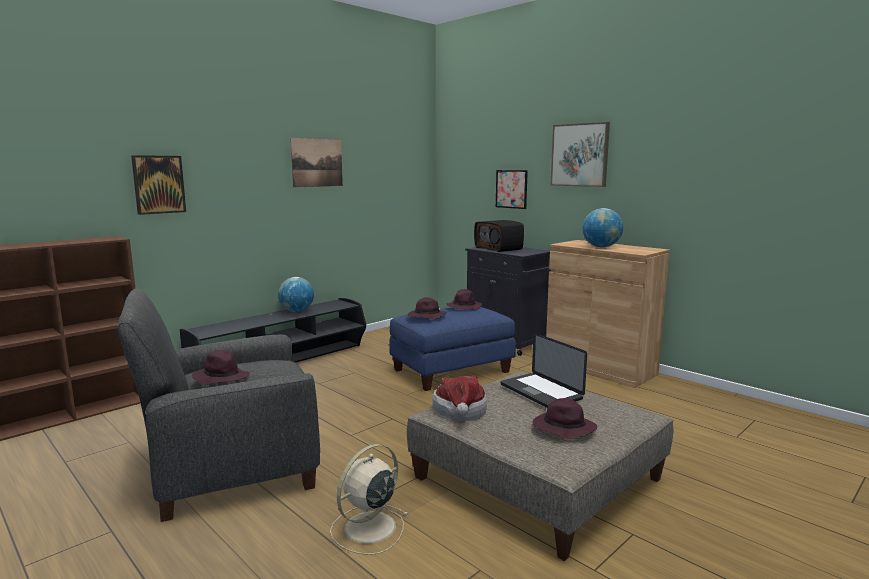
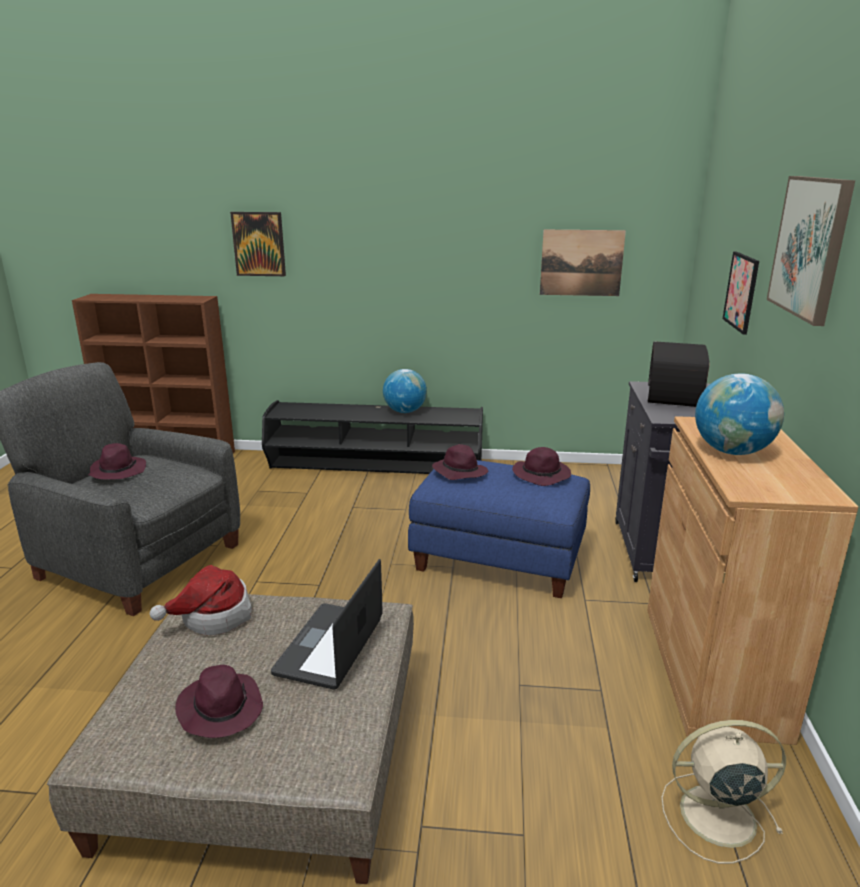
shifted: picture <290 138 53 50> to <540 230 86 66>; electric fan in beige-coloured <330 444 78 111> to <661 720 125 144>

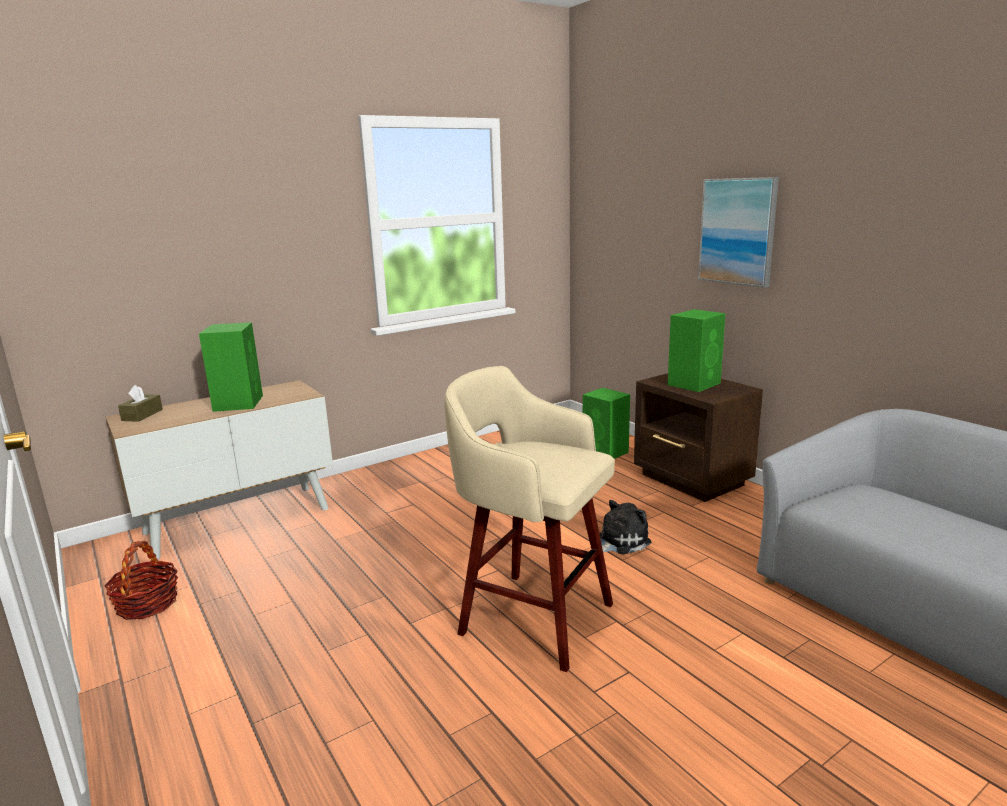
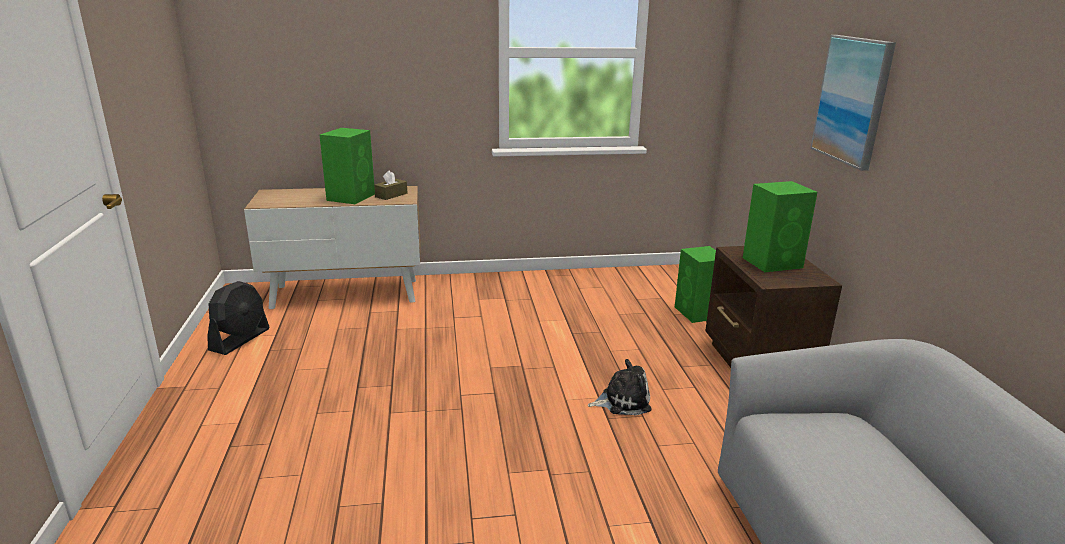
gone: stool seat in beige-coloured <444 366 171 306>
shifted: tissue box in brown-coloured <118 385 45 37> to <374 170 33 30>
swapped: household basket <105 541 73 79> to electric fan in black <207 281 63 74>

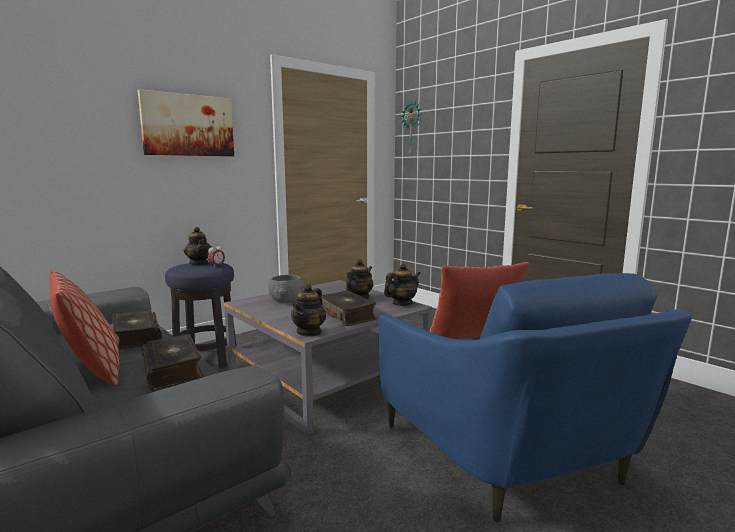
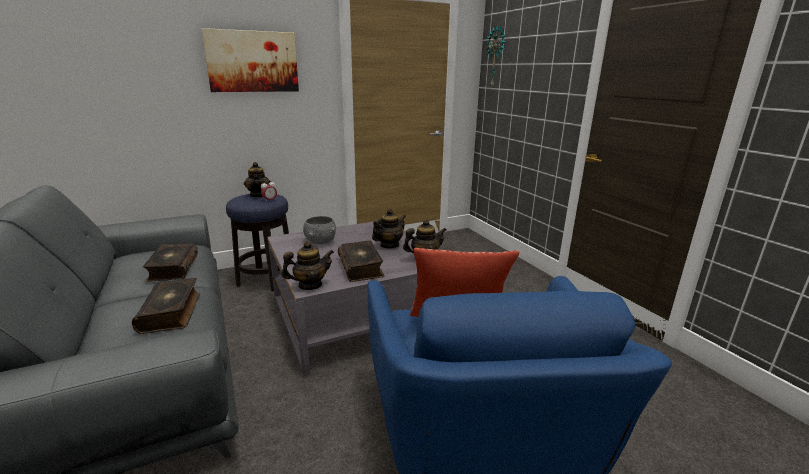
gone: pillow <49 270 70 116>
rotated: tea pot <291 284 35 53> = <281 241 53 49> 150 degrees counterclockwise

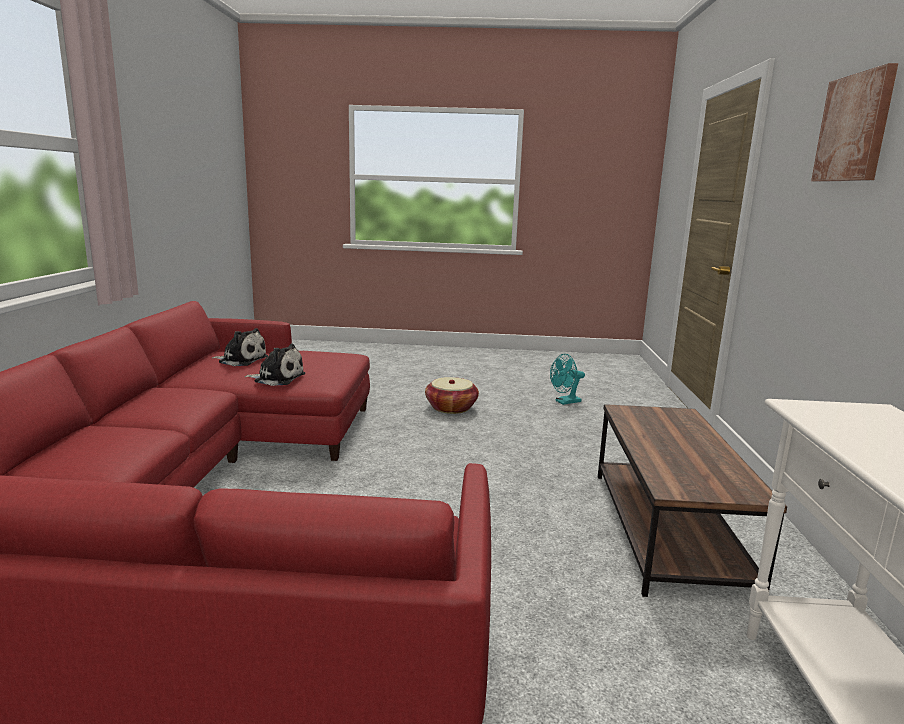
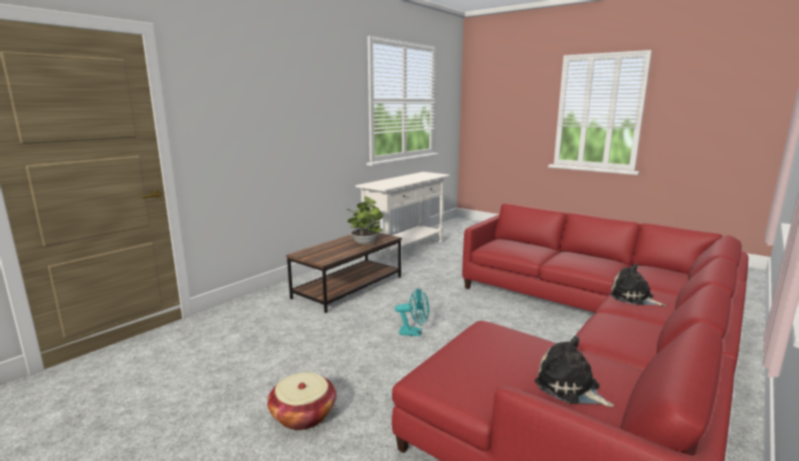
gone: picture <811 63 87 119>
new: plant in a pot <346 196 37 49>
shifted: cuddly toy <244 343 61 43> to <609 264 57 42>; electric fan in turquoise-coloured <550 354 35 51> to <395 288 34 48>

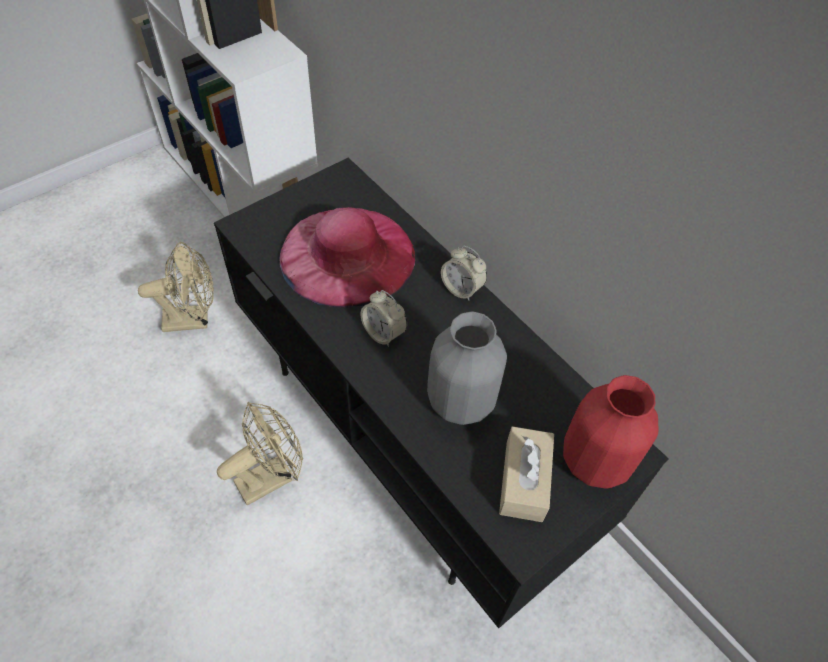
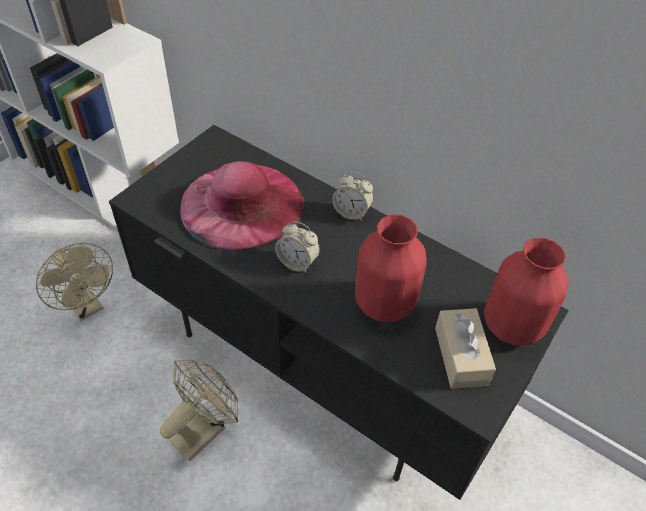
repainted: decorative vase in greyish <427 311 80 114> to decorative vase in red-coloured <355 215 72 107>
rotated: electric fan in beige-coloured <138 242 76 90> = <36 243 77 78> 75 degrees clockwise

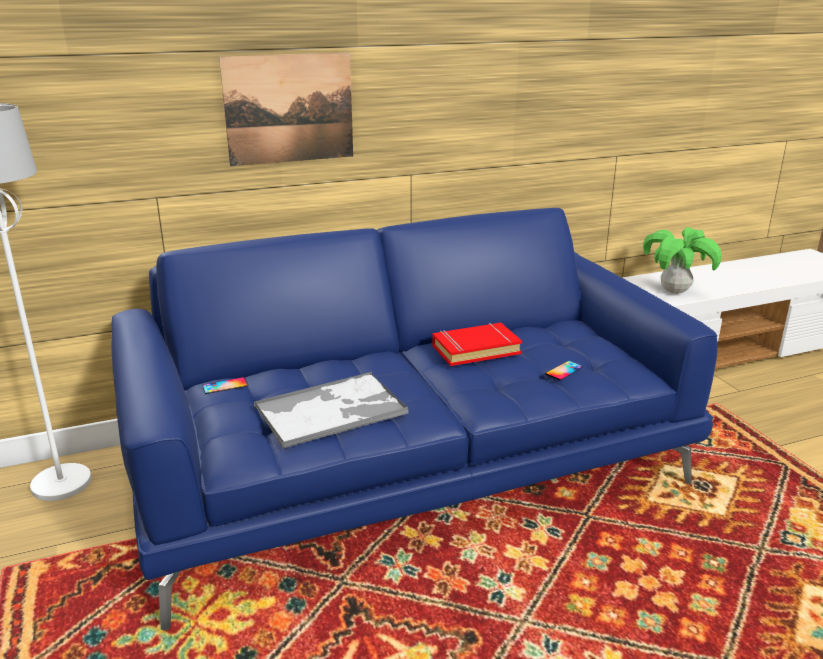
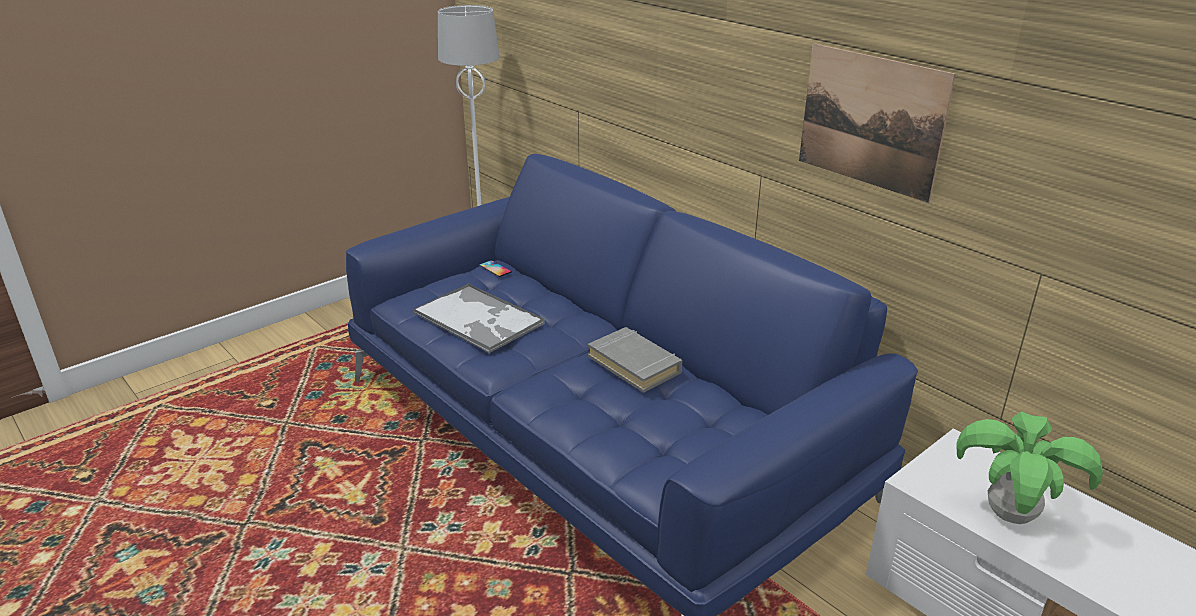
gone: handset <545 361 38 19>
shifted: picture <219 53 134 113> to <799 43 157 160>
repainted: bound book in red-coloured <432 323 90 43> to bound book in greyish <588 327 94 66>

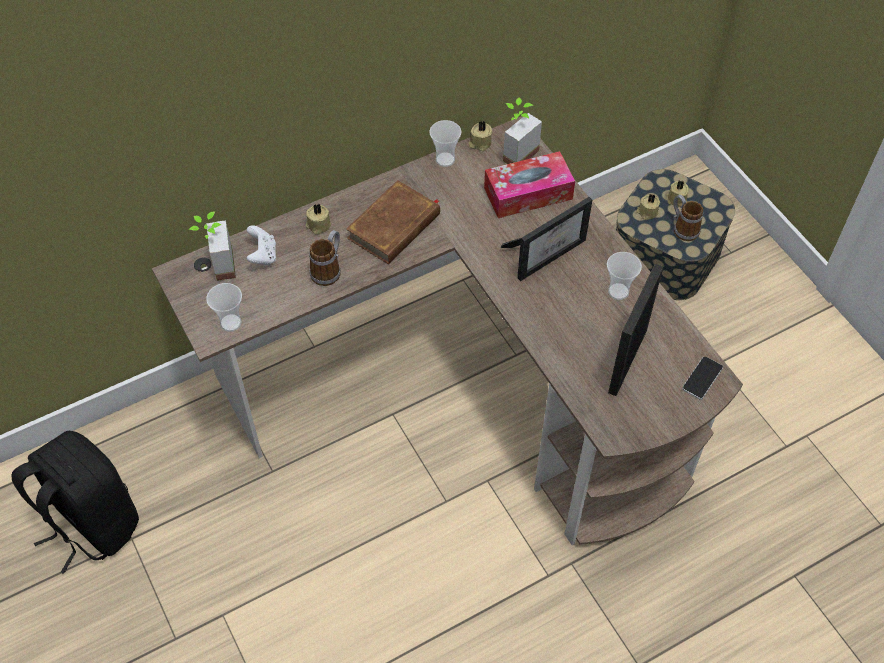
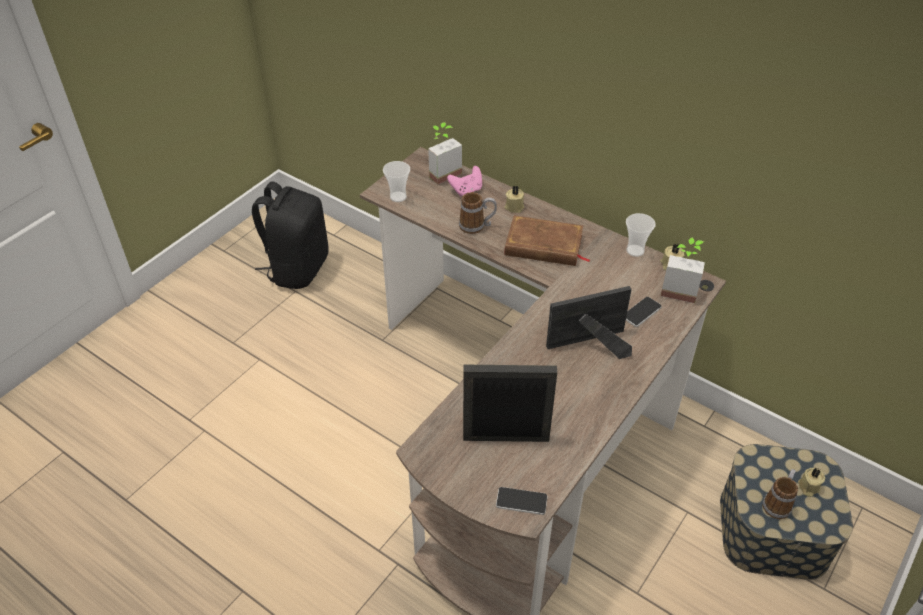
gone: small cup <607 252 35 48>; wax light in beige-coloured <637 194 23 26>
swapped: tissue box <484 151 91 67> to handset <626 297 36 30>
repainted: gamepad in white-coloured <246 225 30 40> to gamepad in pinkish <447 166 35 30>
rotated: picture frame <501 197 91 84> = <546 286 86 73> 135 degrees clockwise

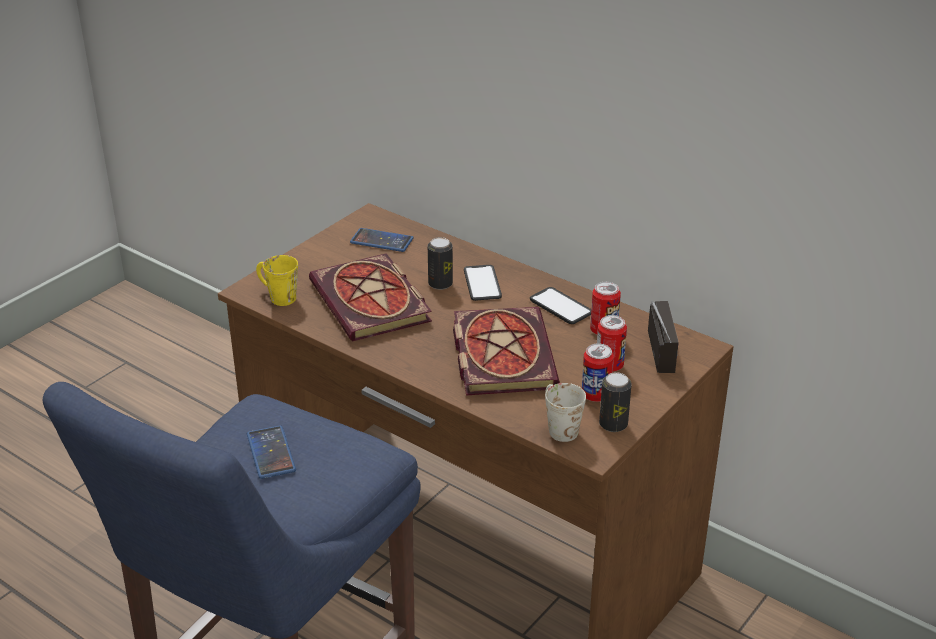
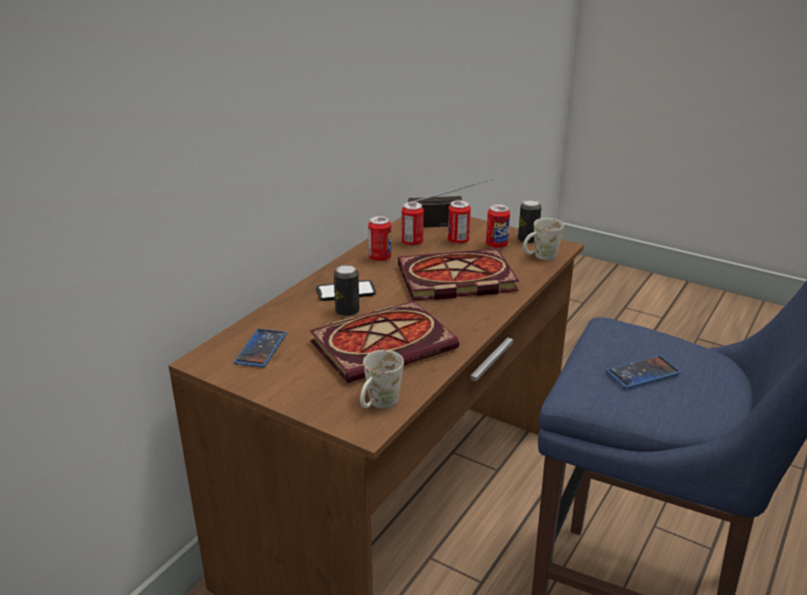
swapped: handset <530 287 61 37> to can <368 216 23 46>
repainted: coffee mug in yellow <256 255 42 51> to coffee mug in white-coloured <360 350 44 59>

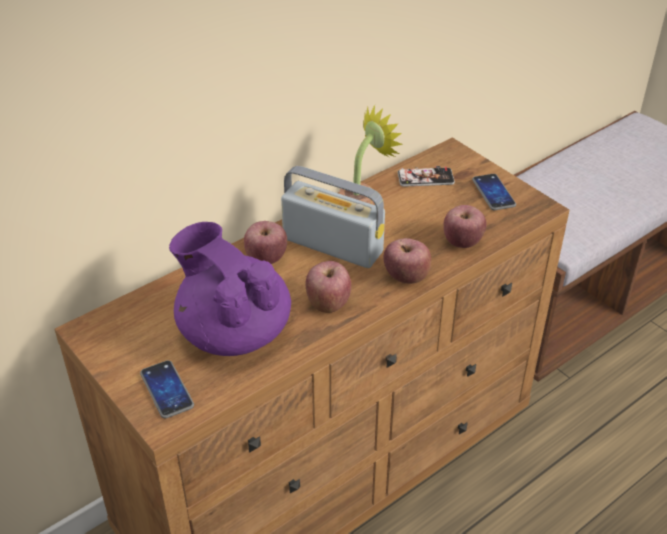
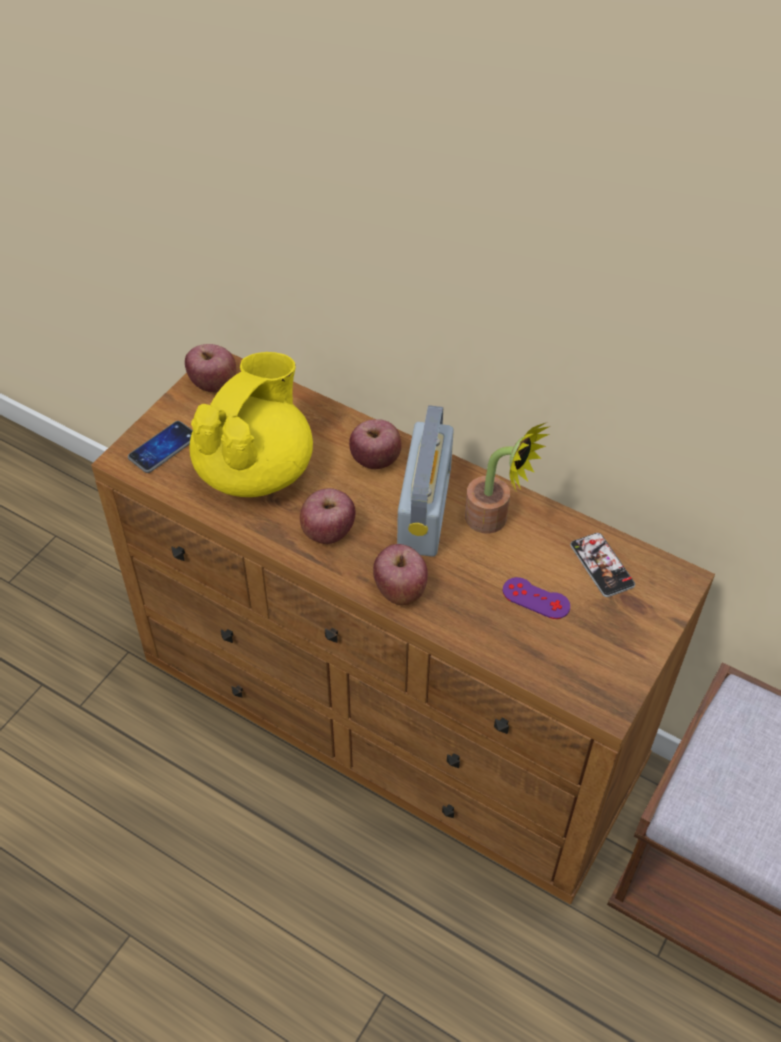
gone: handset <472 174 44 36>
new: gamepad in purple-coloured <503 577 67 42>
shifted: whole apple <443 205 44 43> to <185 344 51 48>
repainted: tea pot in purple-coloured <169 222 122 134> to tea pot in yellow <189 352 124 145>

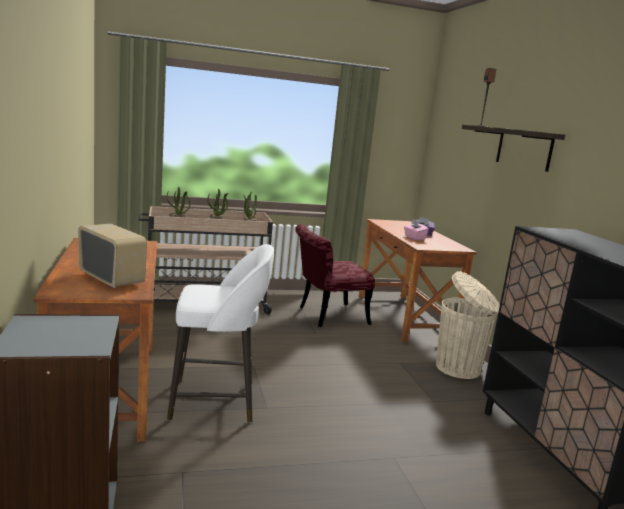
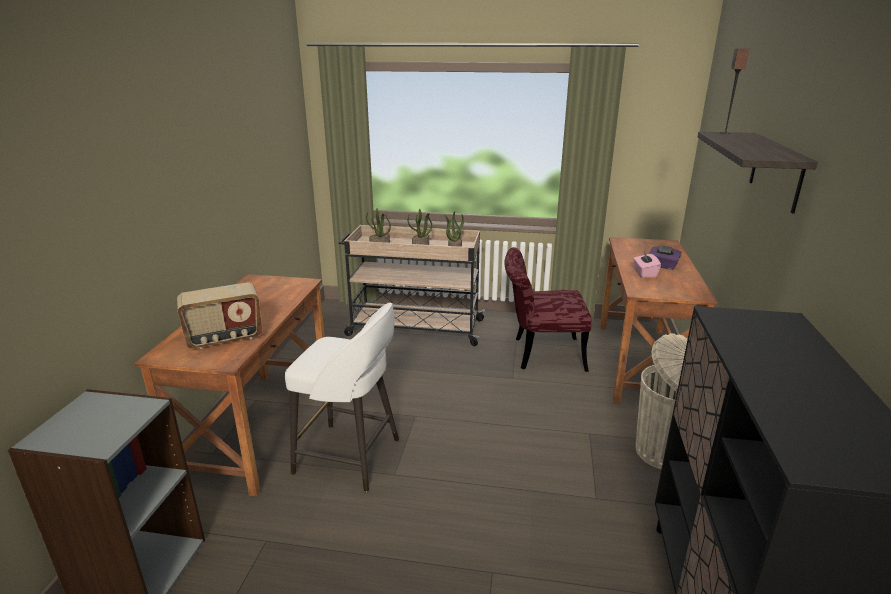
rotated: radio receiver <79 224 68 64> = <177 282 86 67> 90 degrees clockwise

